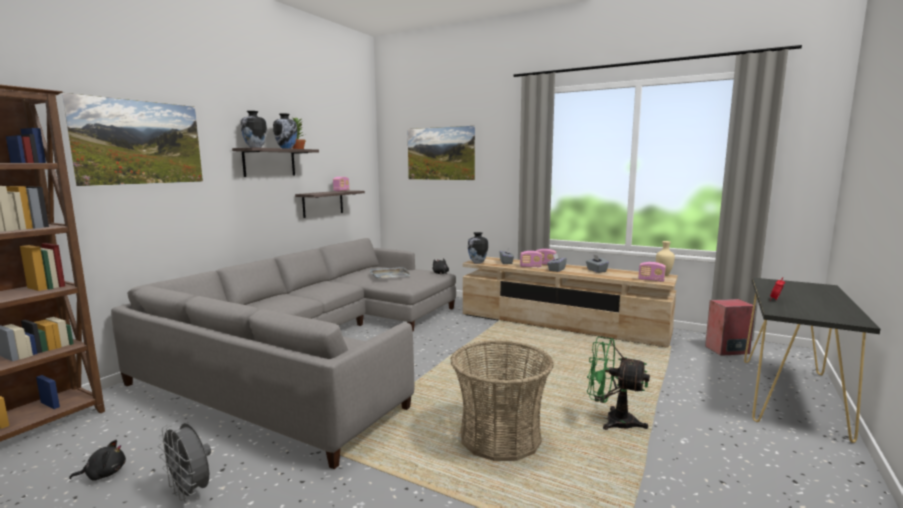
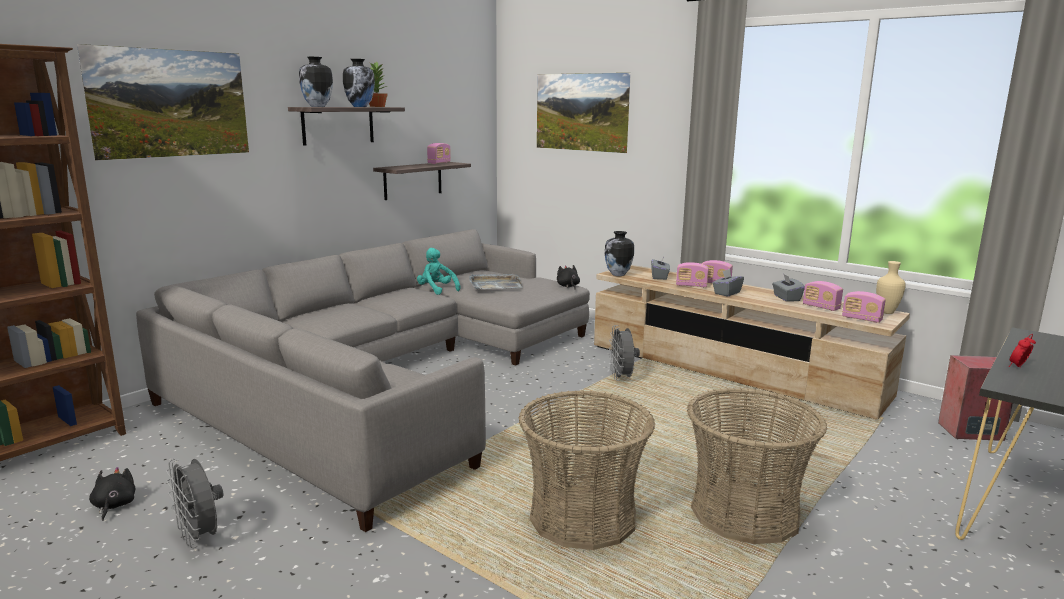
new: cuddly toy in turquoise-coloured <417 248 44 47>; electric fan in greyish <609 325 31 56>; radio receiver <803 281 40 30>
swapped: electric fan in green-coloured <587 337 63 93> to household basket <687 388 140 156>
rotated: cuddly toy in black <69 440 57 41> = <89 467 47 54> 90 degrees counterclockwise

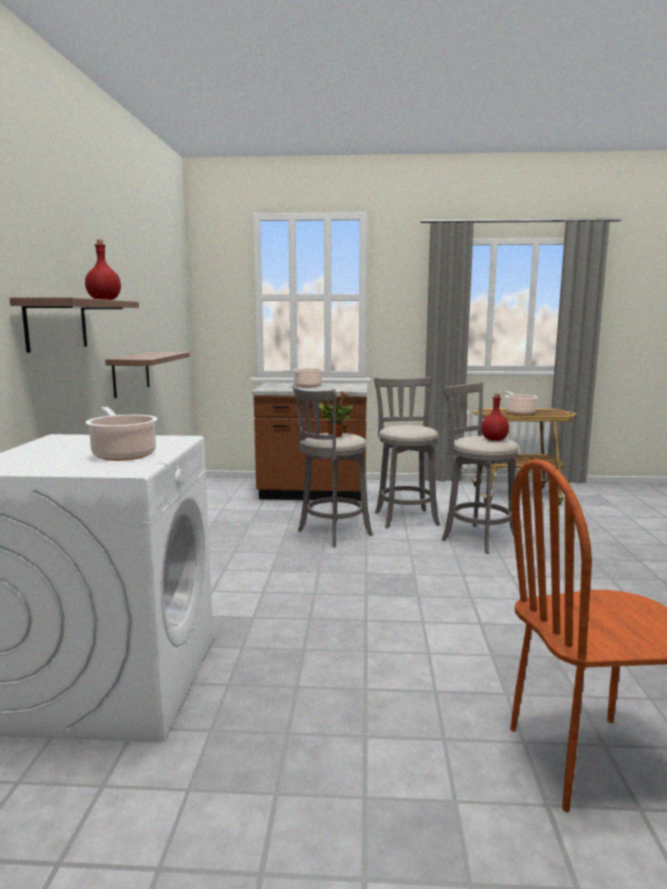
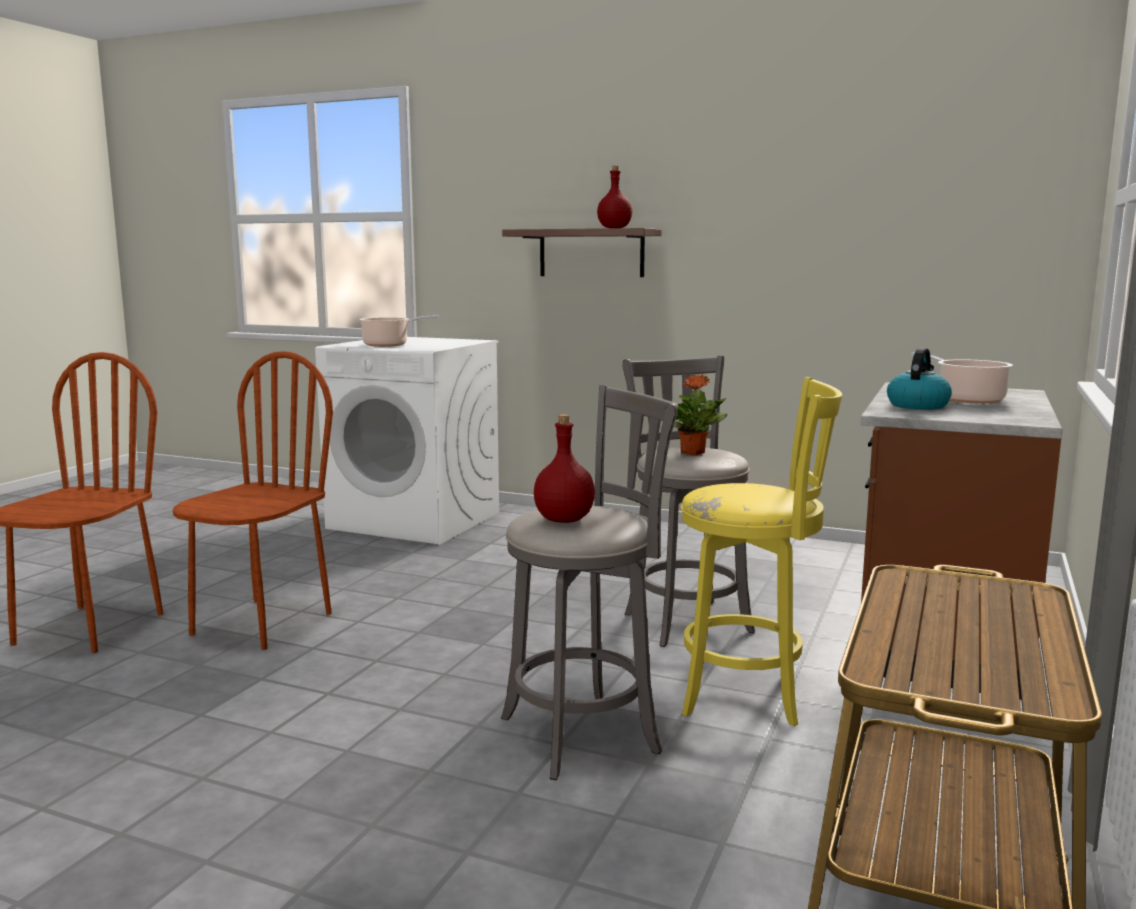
gone: wall shelf <105 352 84 46>; saucepot <504 391 34 24>
new: upright chair in brown-coloured <173 351 160 299>; kettle <887 348 65 62>
repainted: stool seat in greyish <374 377 66 151> to stool seat in yellow <681 377 161 349>

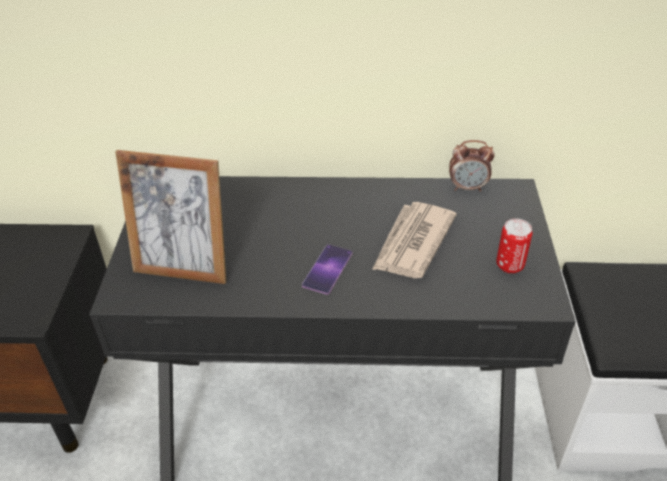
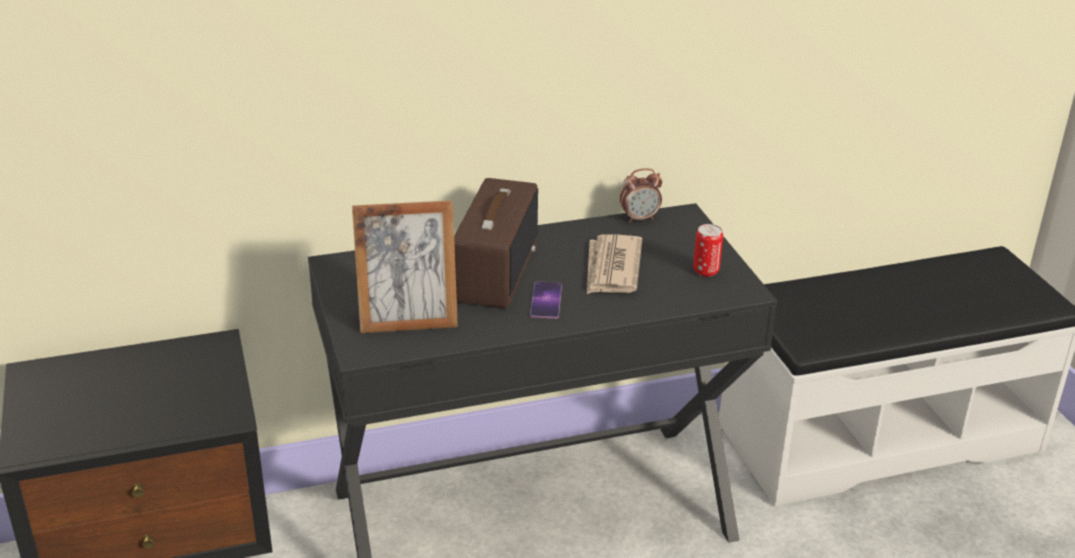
new: radio receiver <454 178 84 130>

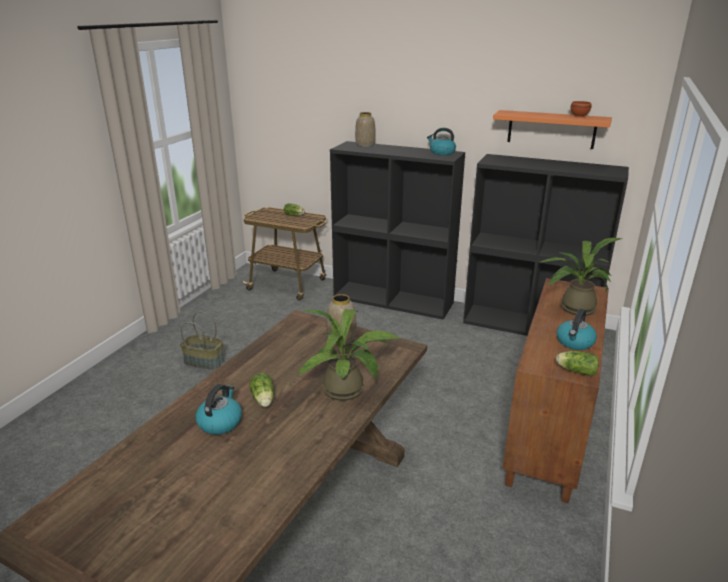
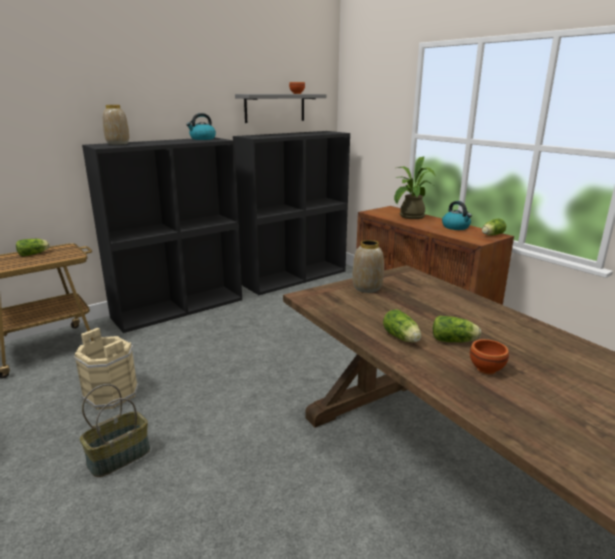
gone: plant in a pot <296 309 104 92>
new: water bucket in beige-coloured <74 328 65 82>; lettuce head <383 309 38 34>
swapped: kettle <195 384 47 51> to deep dish in brown-coloured <470 339 39 36>
repainted: wall shelf in orange-coloured <493 110 119 39> to wall shelf in greyish <235 94 92 29>

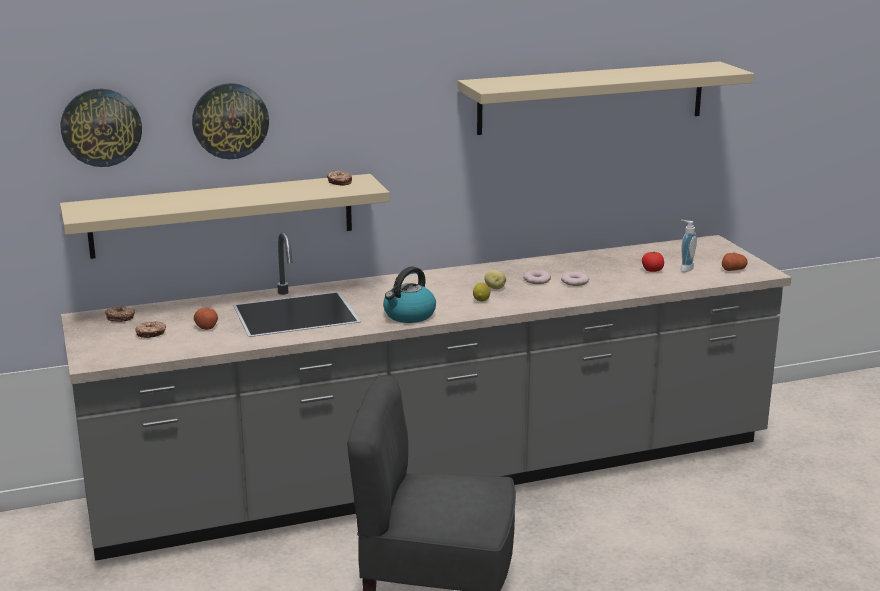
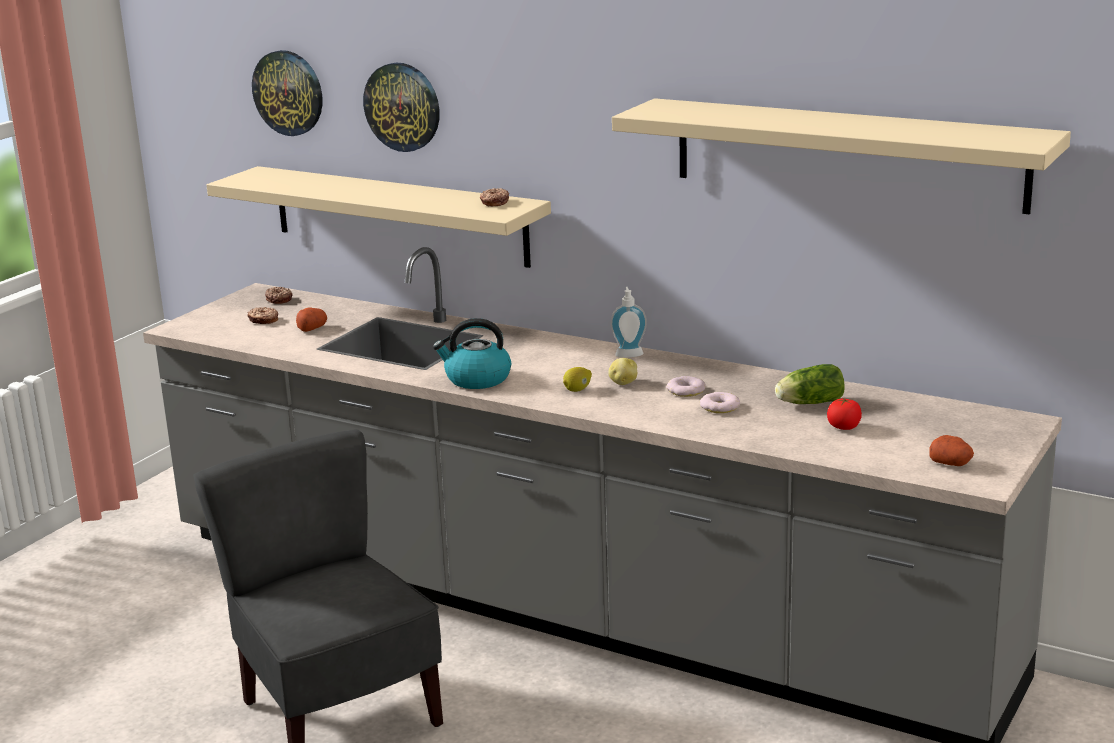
new: lettuce head <775 364 70 40>
shifted: soap bottle <680 220 17 52> to <611 287 36 71>

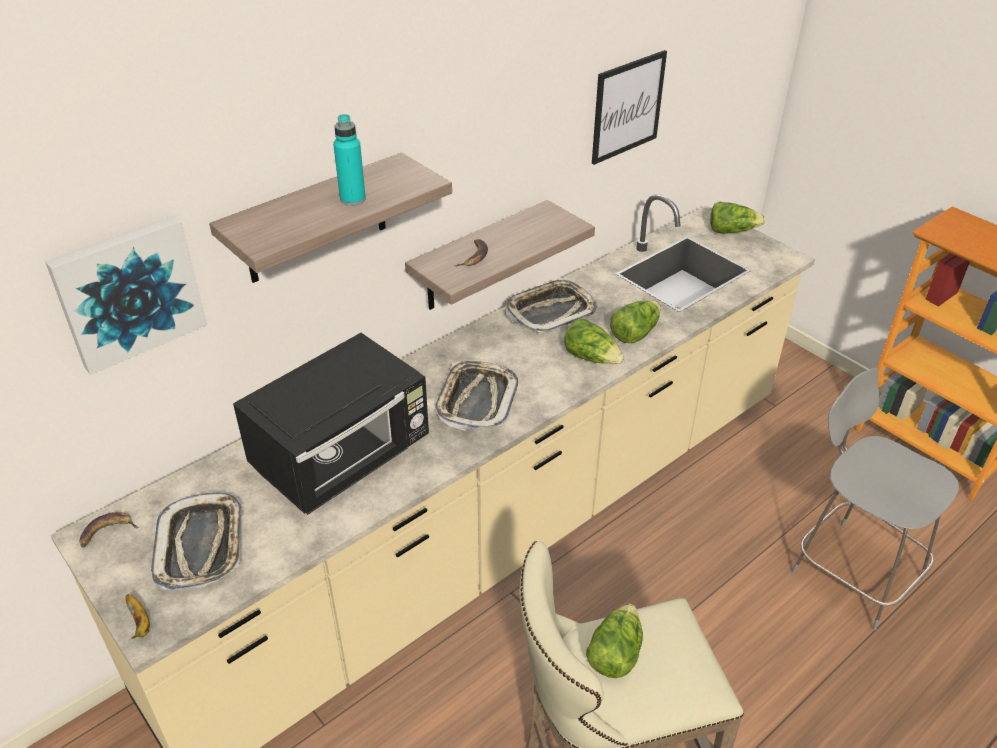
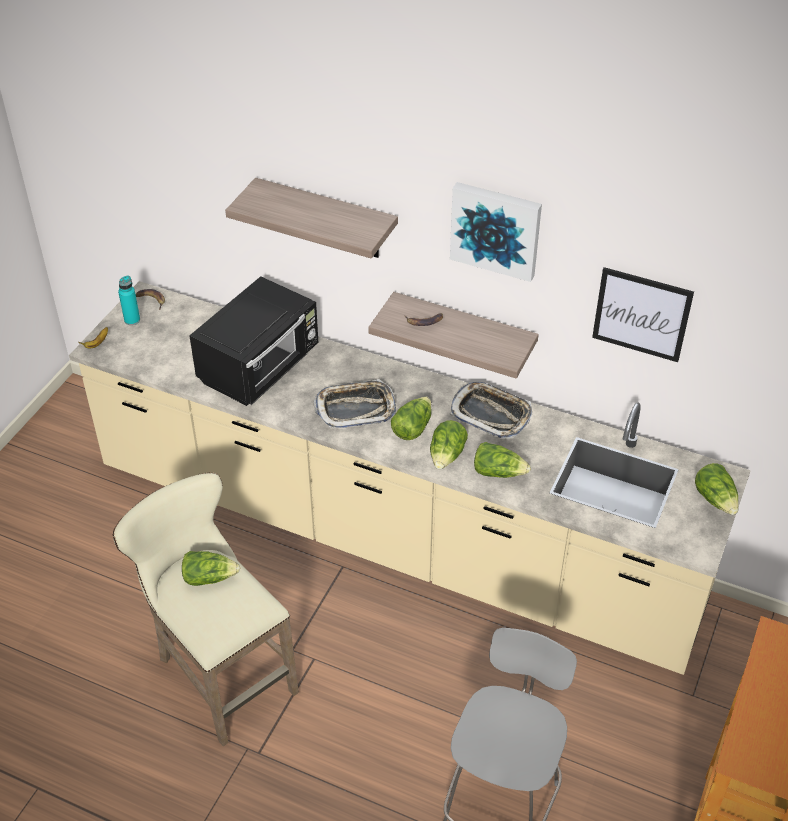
gone: carrying tray <151 492 90 98>
new: lettuce head <391 396 41 44>
shifted: picture <45 215 162 160> to <450 182 92 100>; beverage bottle in turquoise-coloured <333 114 33 92> to <118 275 22 50>
rotated: kitchen microwave in black <233 333 196 182> = <189 276 129 130> 75 degrees counterclockwise

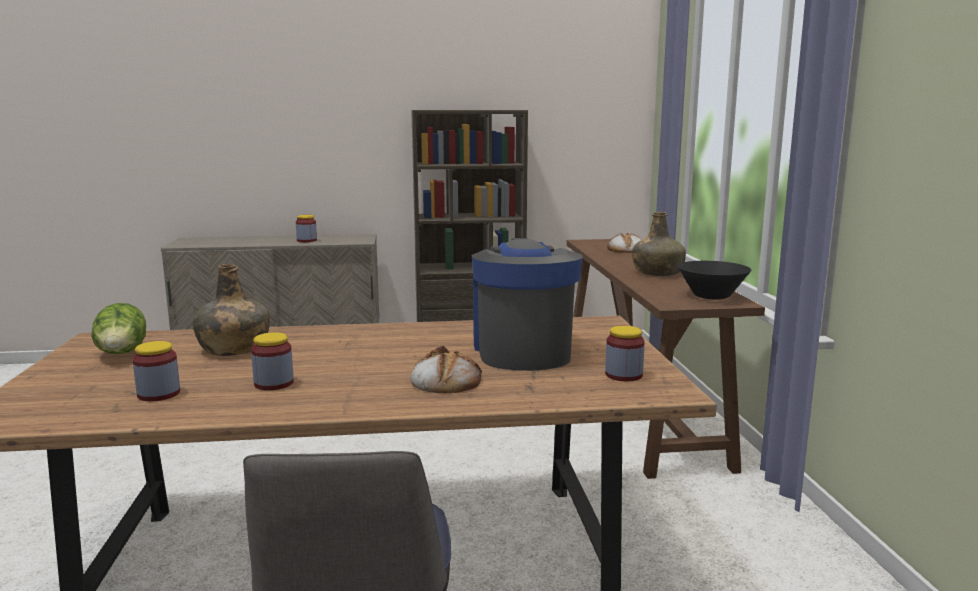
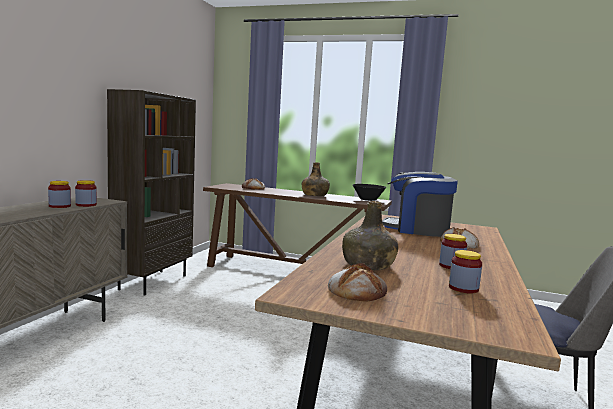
shifted: jar <605 326 40 55> to <75 180 22 27>
swapped: lettuce head <91 303 55 51> to bread <328 263 59 39>

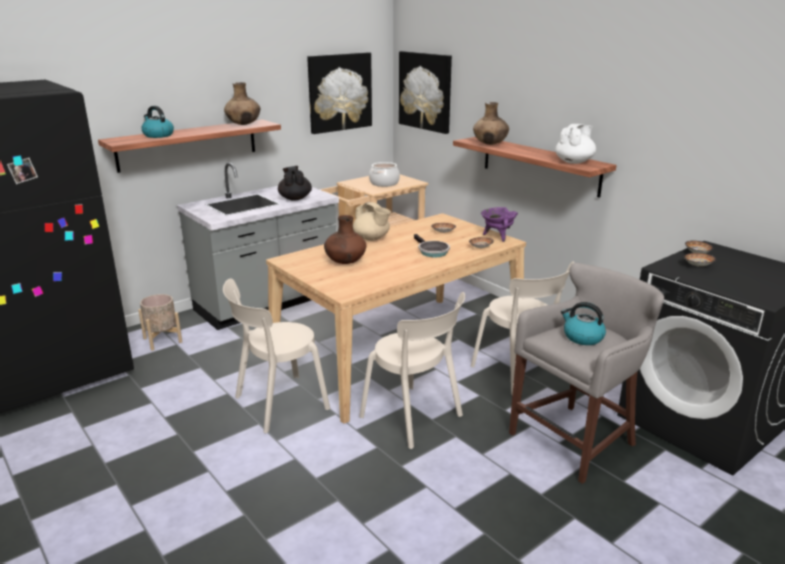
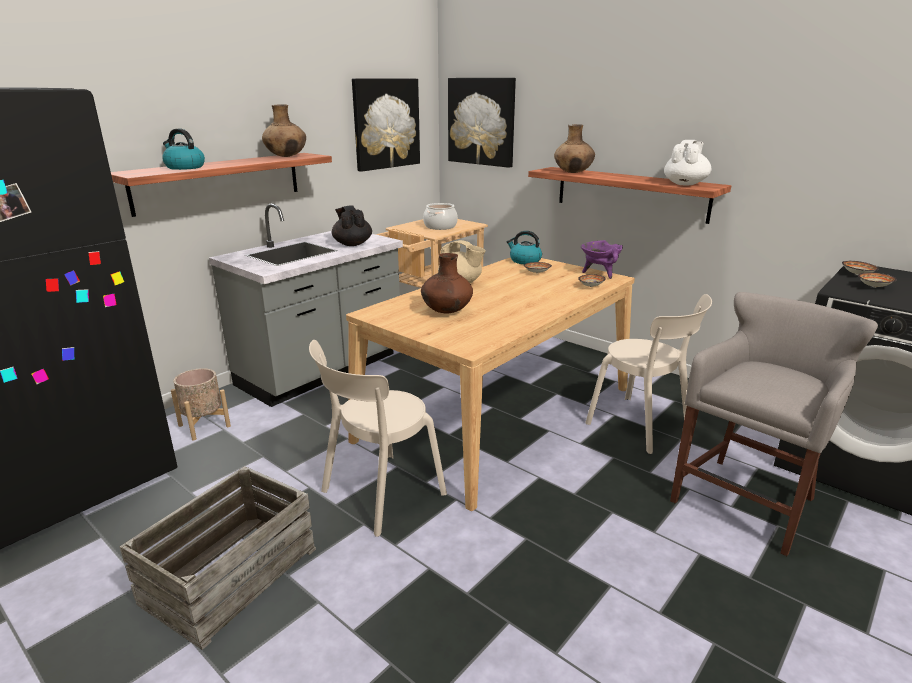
gone: upright chair in beige-coloured <359 292 106 157>; frying pan <414 234 36 23>
new: crate <119 466 197 184>
shifted: kettle <561 302 45 43> to <507 231 35 33>

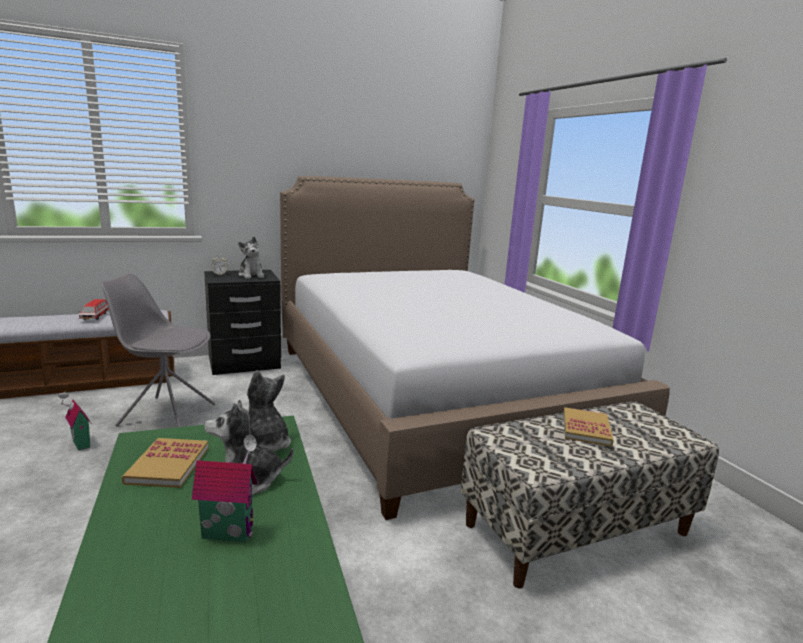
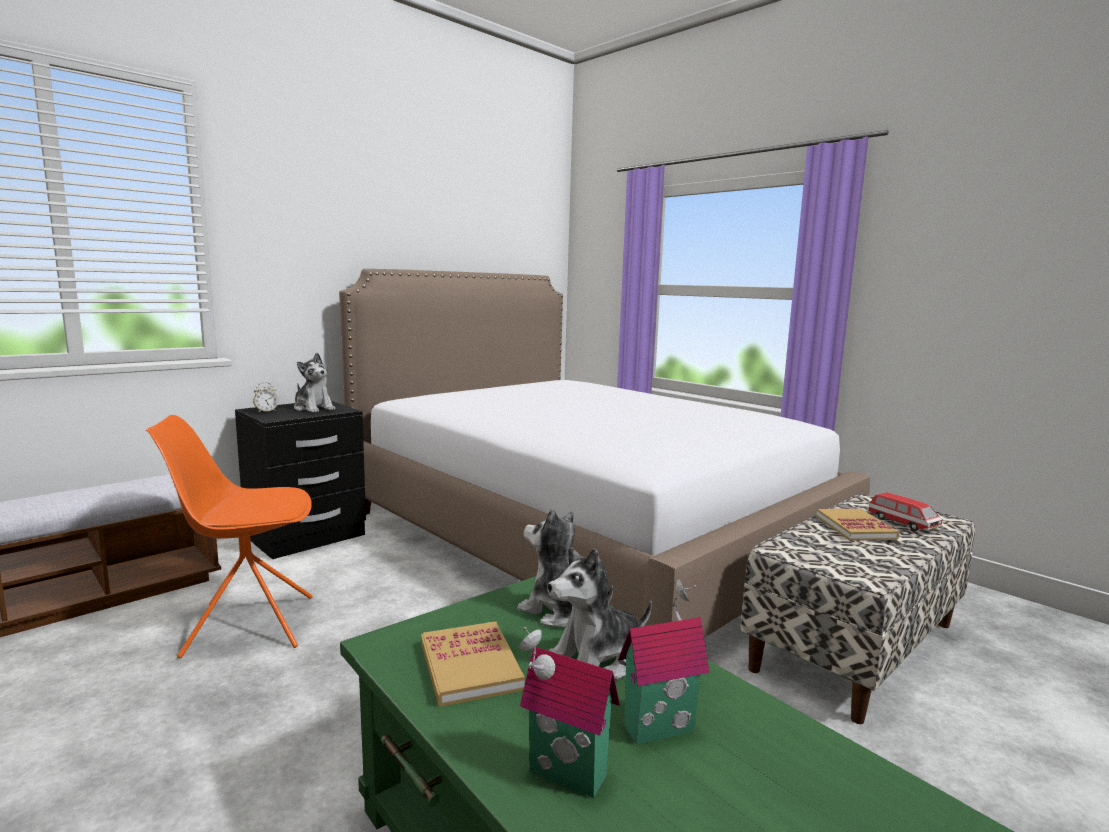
shifted: model house <58 393 34 58> to <519 627 101 171>; miniature car <78 299 31 21> to <868 493 74 38>
repainted: upright chair in greyish <101 273 115 154> to upright chair in orange-coloured <146 415 167 243>

